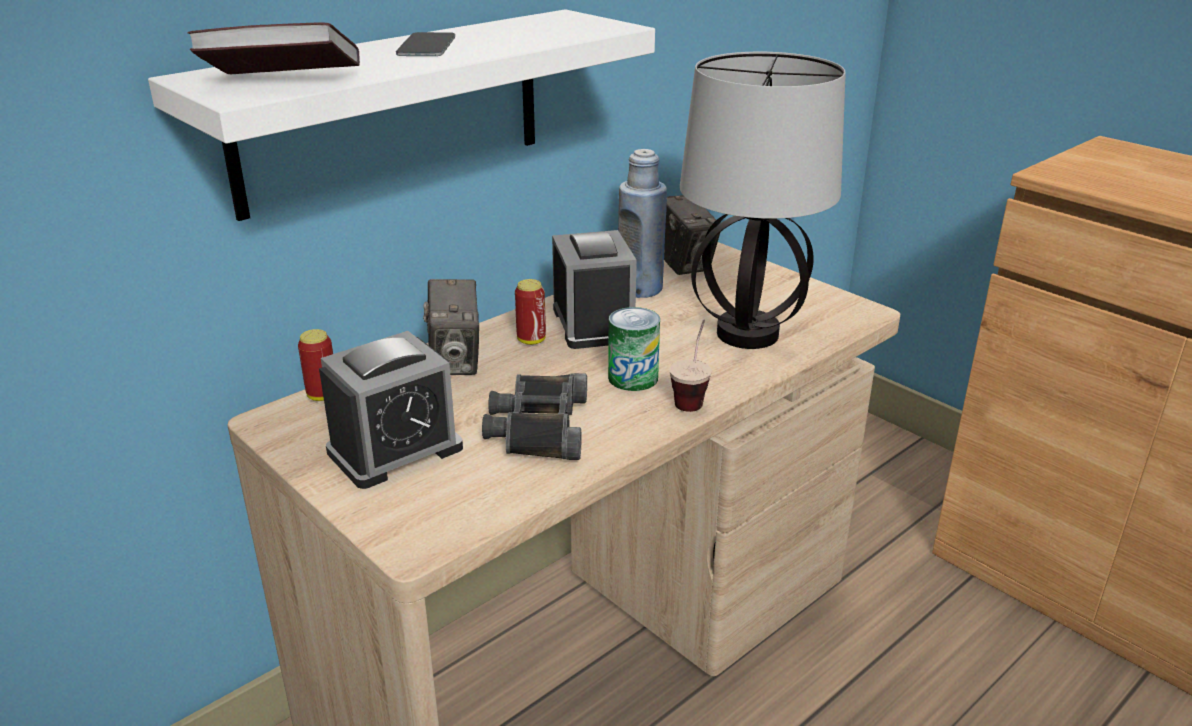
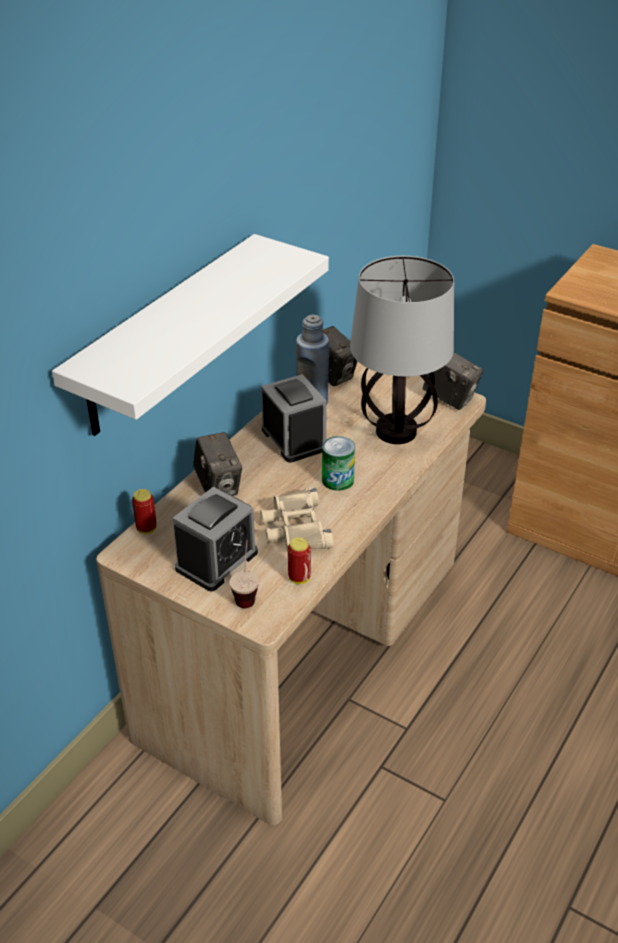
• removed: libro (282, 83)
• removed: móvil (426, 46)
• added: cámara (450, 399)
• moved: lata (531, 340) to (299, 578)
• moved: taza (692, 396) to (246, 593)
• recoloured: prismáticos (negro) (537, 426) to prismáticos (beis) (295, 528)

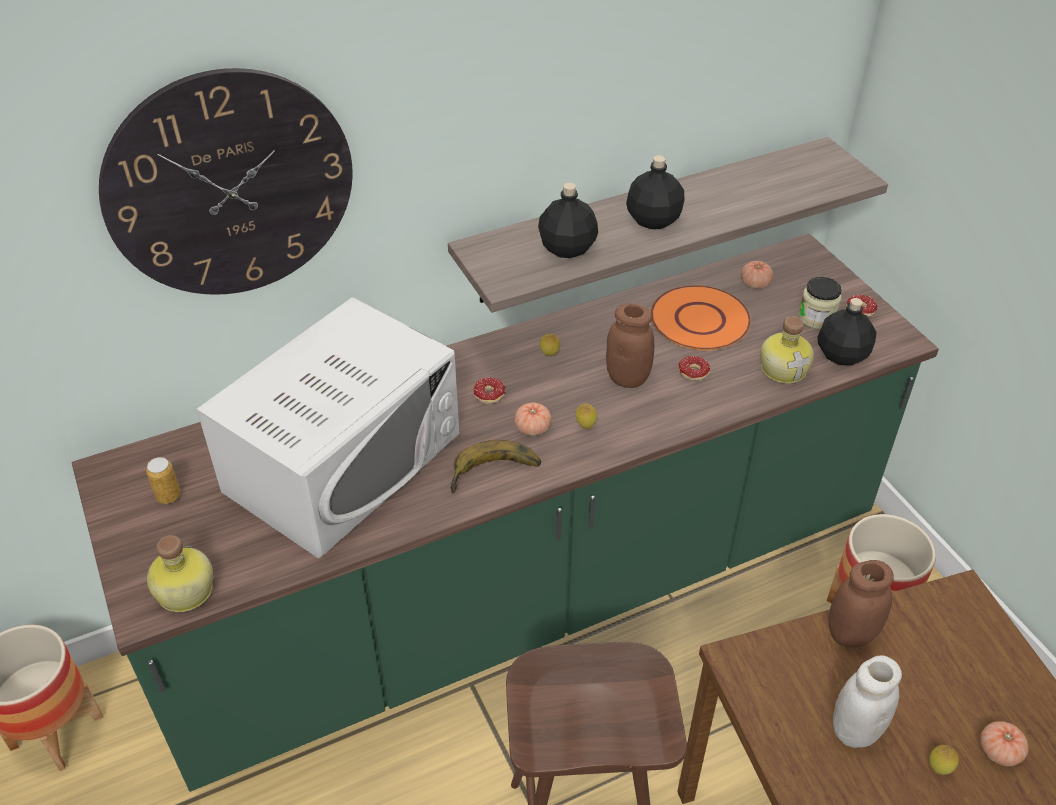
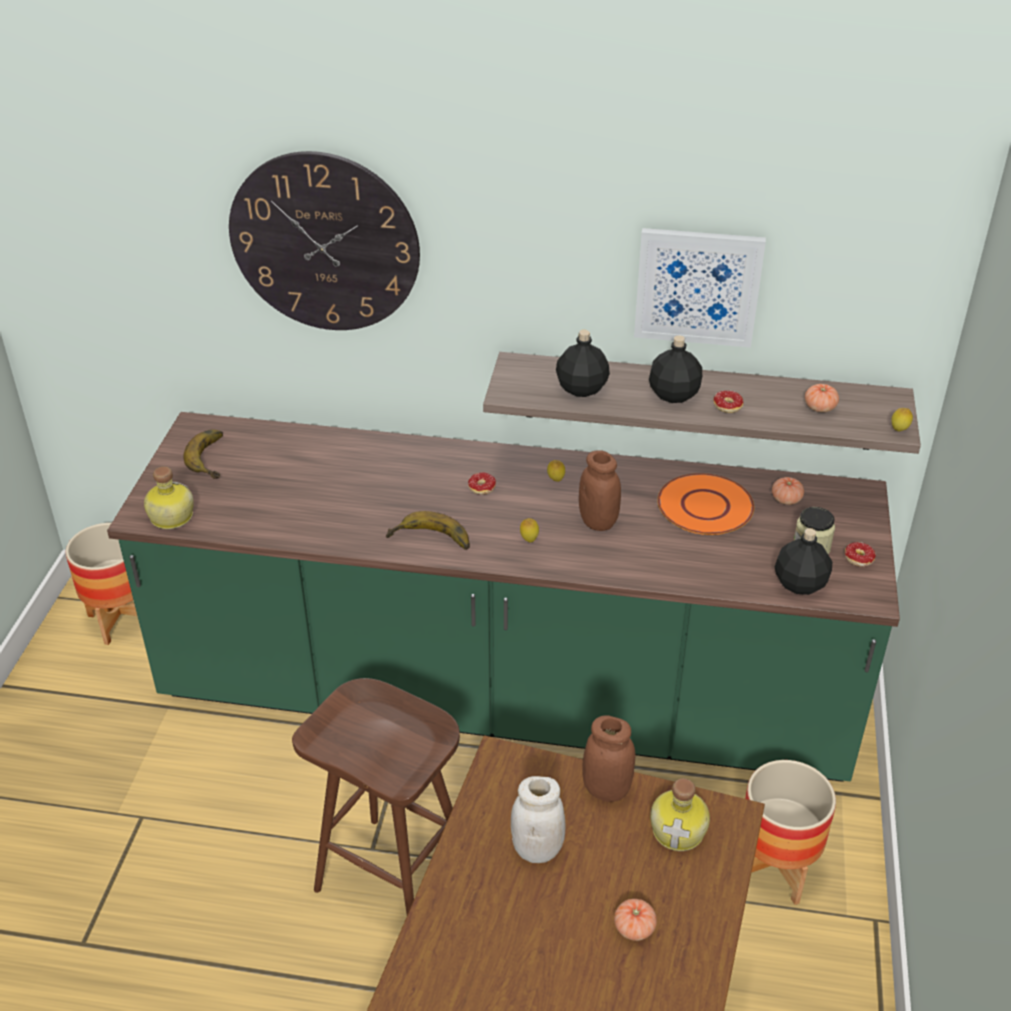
• removed: microondas (blanco) (344, 461)
• added: cuadro (697, 286)
• moved: tomate (532, 428) to (820, 407)
• moved: rosquilla (691, 376) to (723, 408)
• moved: botella (784, 368) to (679, 830)
• moved: limón (938, 769) to (899, 430)
• replaced: lata (168, 496) to plátano (214, 457)

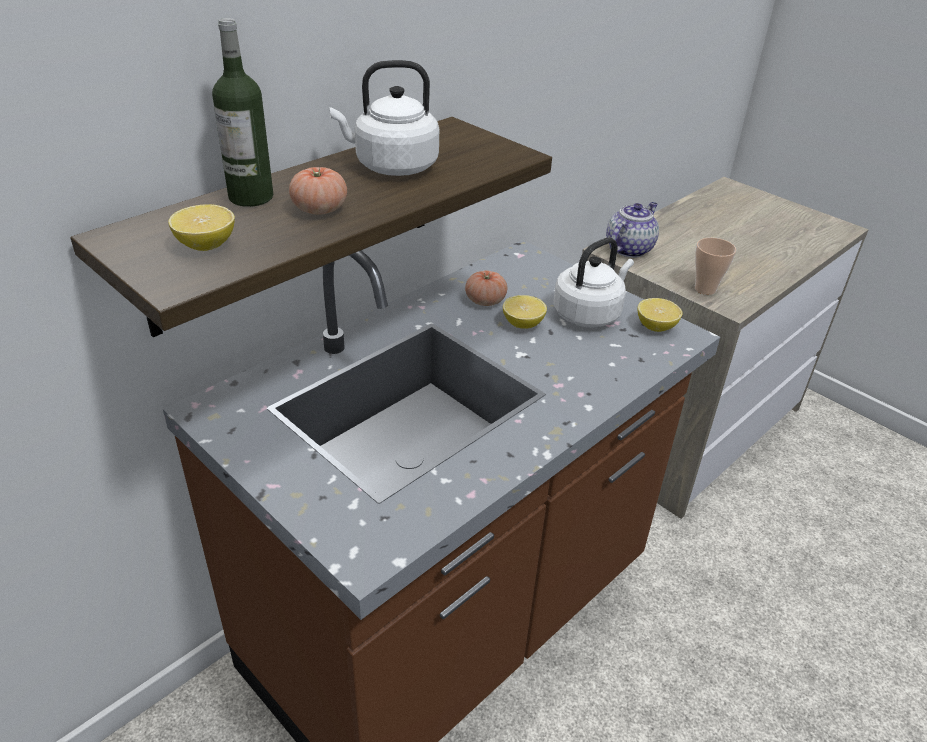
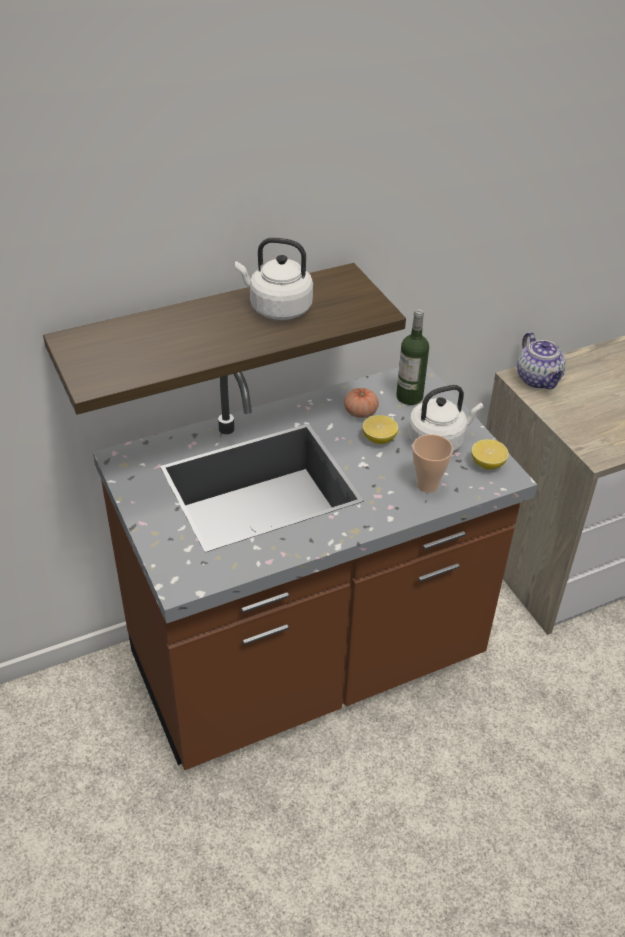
• removed: limón (206, 245)
• removed: tomate (319, 209)
• moved: botella (251, 197) to (409, 397)
• moved: taza (705, 289) to (427, 485)
• turned: tetera (629, 248) = (538, 380) 105 degrees clockwise

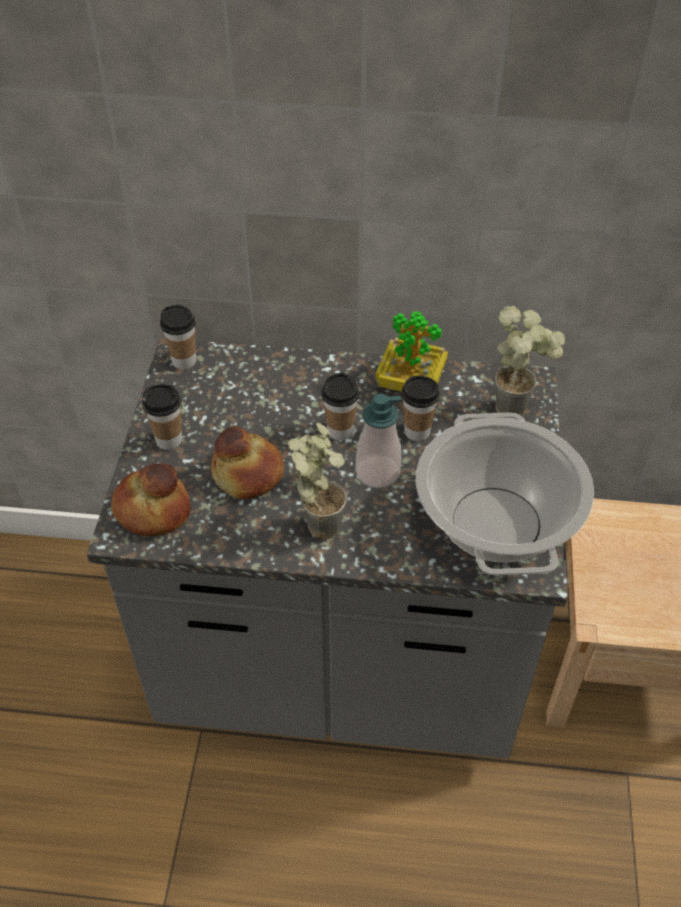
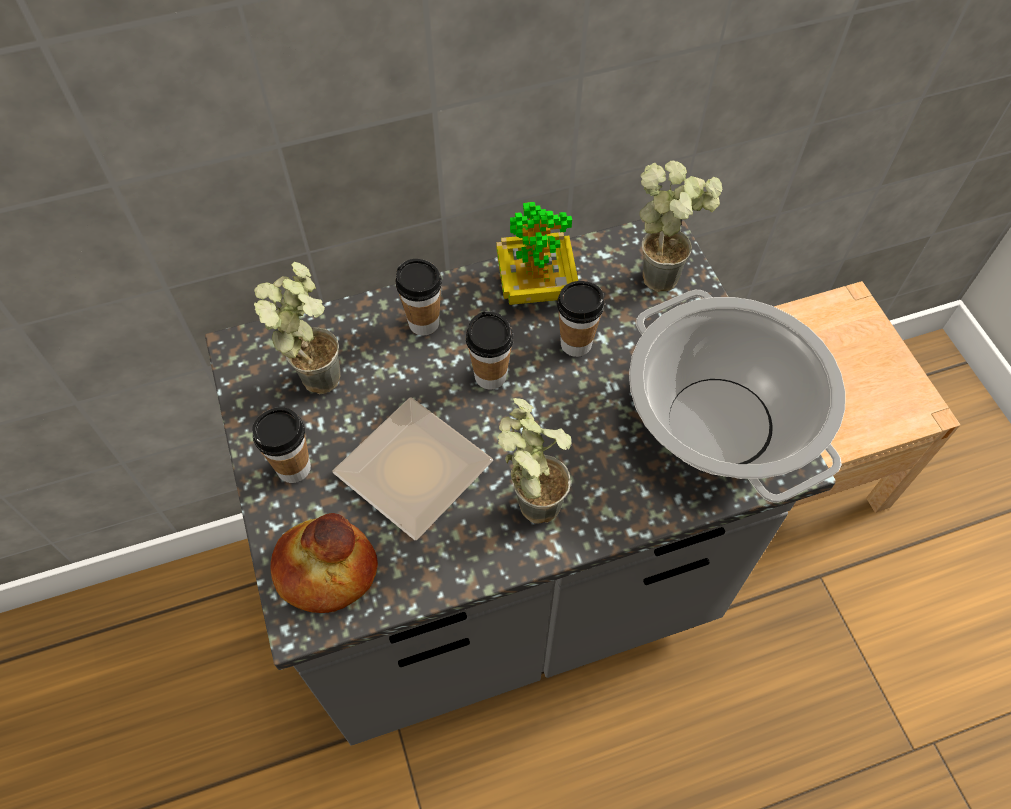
• removed: dispensador de jabón (377, 472)
• added: planta en maceta (315, 370)
• moved: taza (184, 361) to (424, 323)
• replaced: pan (247, 474) to plato (414, 475)

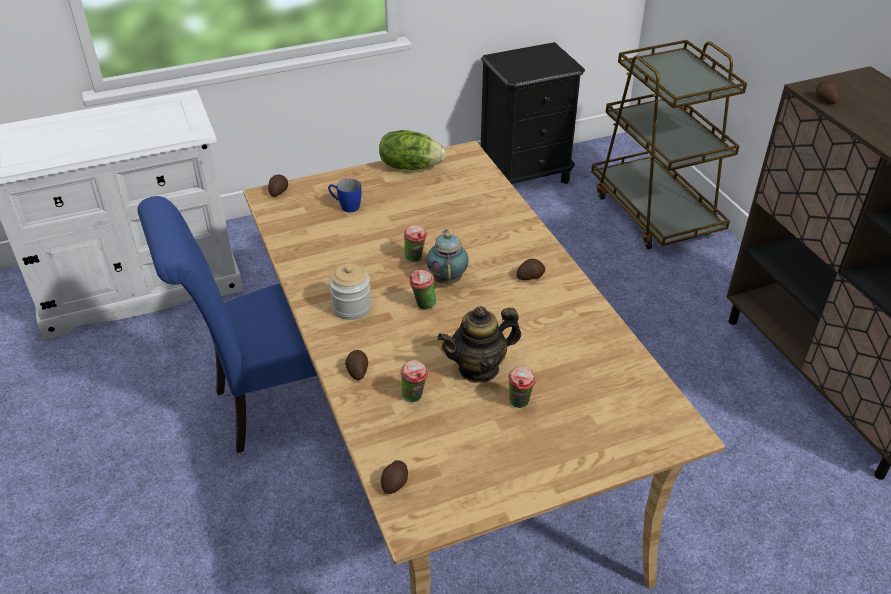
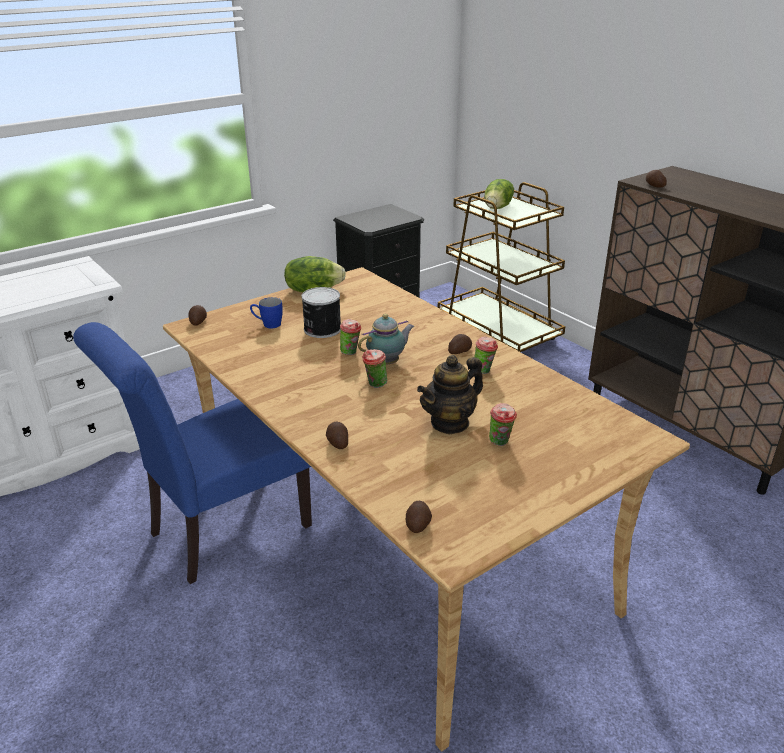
• removed: tarro (351, 307)
• added: lata (321, 329)
• added: lechuga (498, 208)
• moved: taza (415, 397) to (484, 371)
• turned: tetera (447, 278) = (387, 363) 75 degrees clockwise

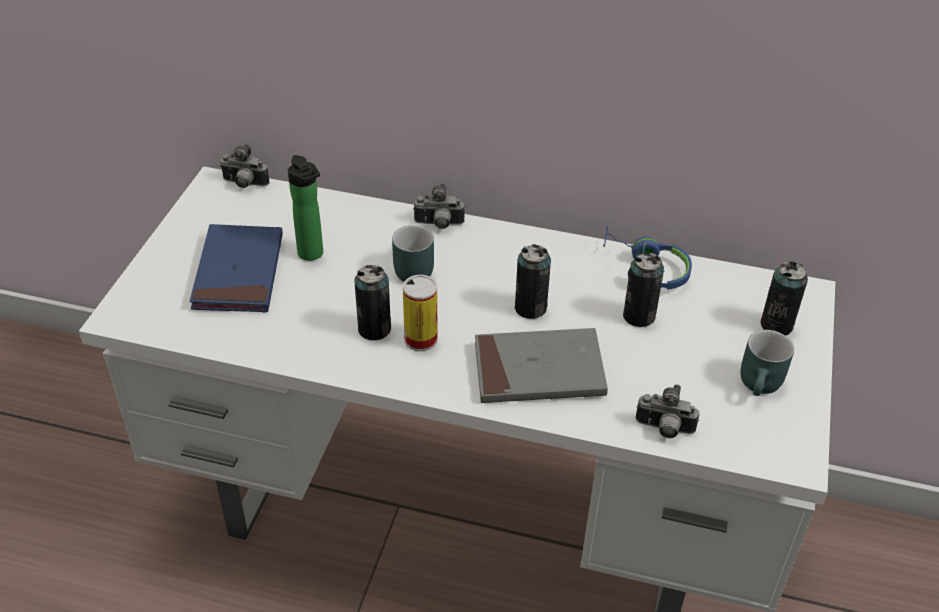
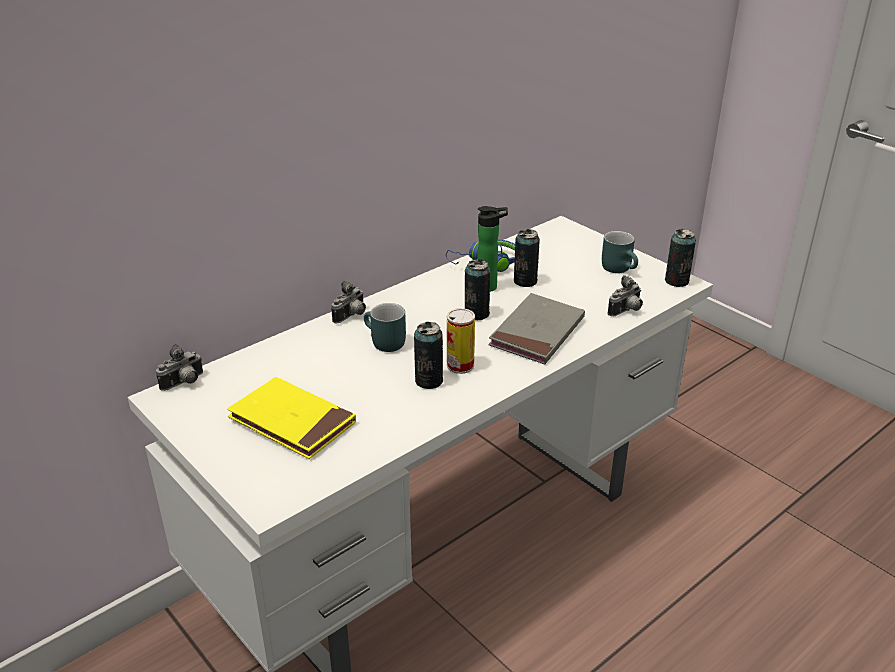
• moved: botella (312, 255) to (490, 287)
• moved: lata (776, 325) to (676, 281)
• recoloured: libro (azul) (239, 273) to libro (amarillo) (292, 422)

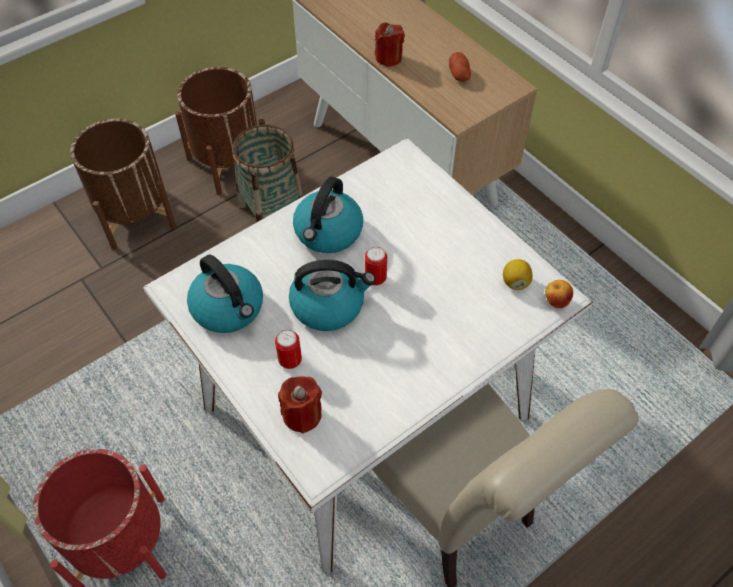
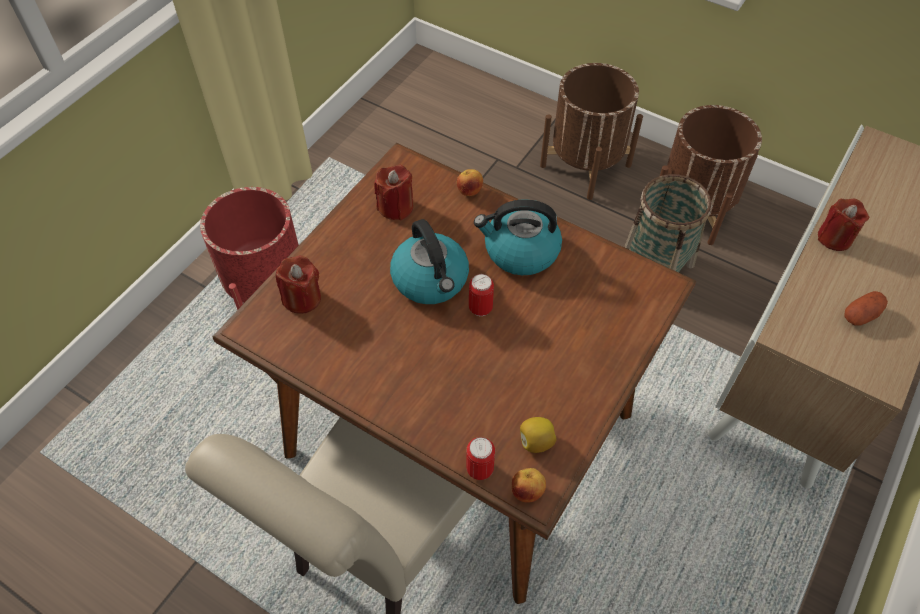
• added: manzana (469, 191)
• moved: lata (290, 361) to (479, 469)
• replaced: hervidor (229, 308) to vela (rojo) (395, 207)
• recoloured: mesa de comedor (blanco) (365, 412) to mesa de comedor (marrón) (458, 433)

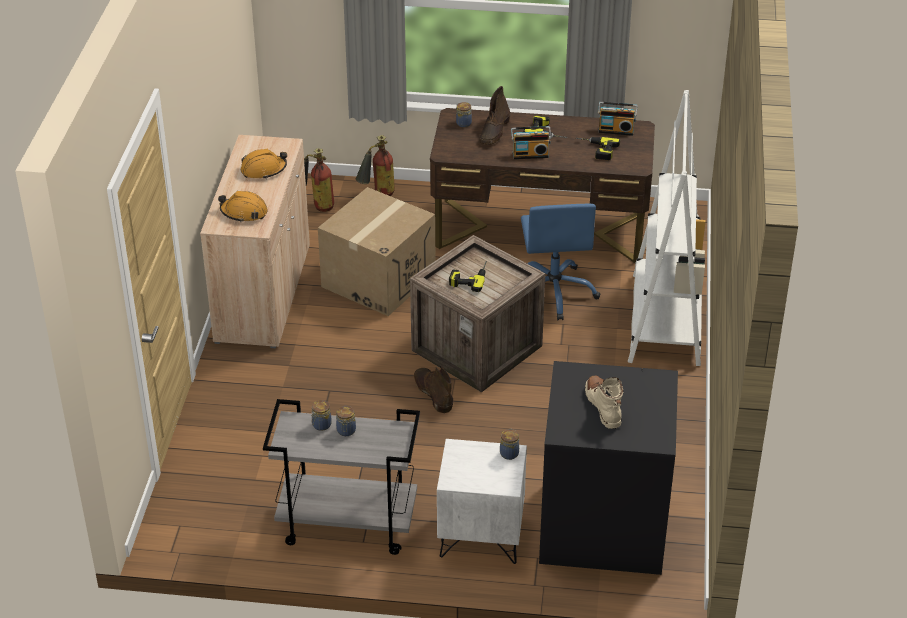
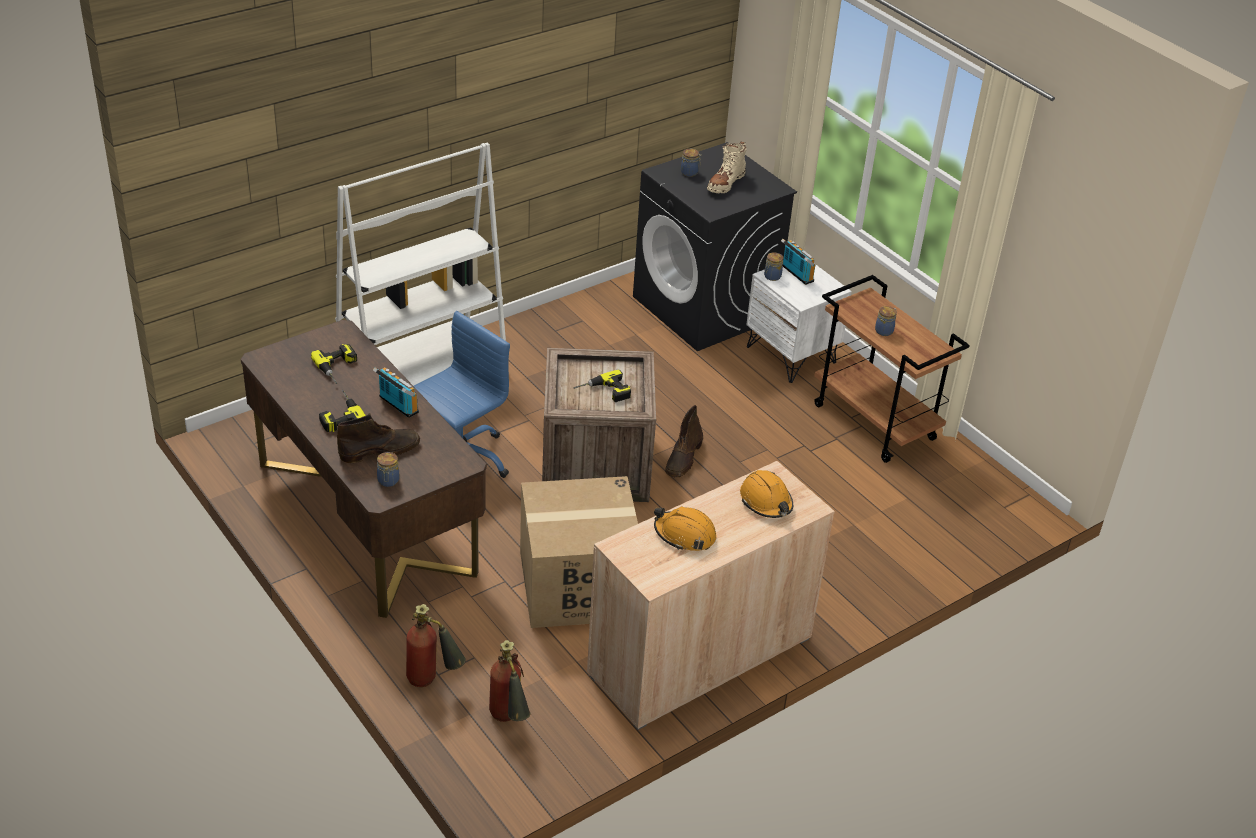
• moved: tarro (321, 425) to (690, 173)
• moved: radio (616, 130) to (795, 274)
• recoloured: carrito (gris) (346, 525) to carrito (marrón) (875, 422)

